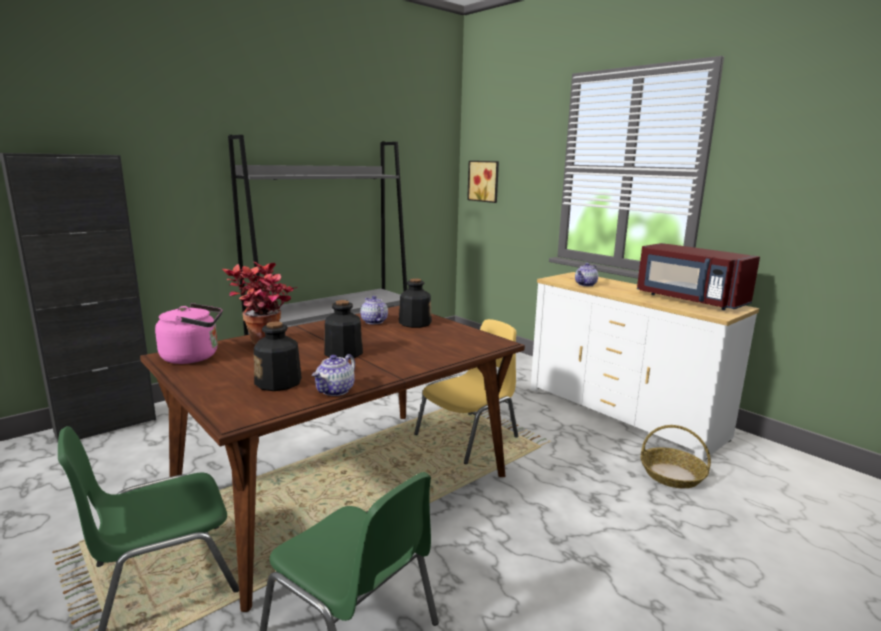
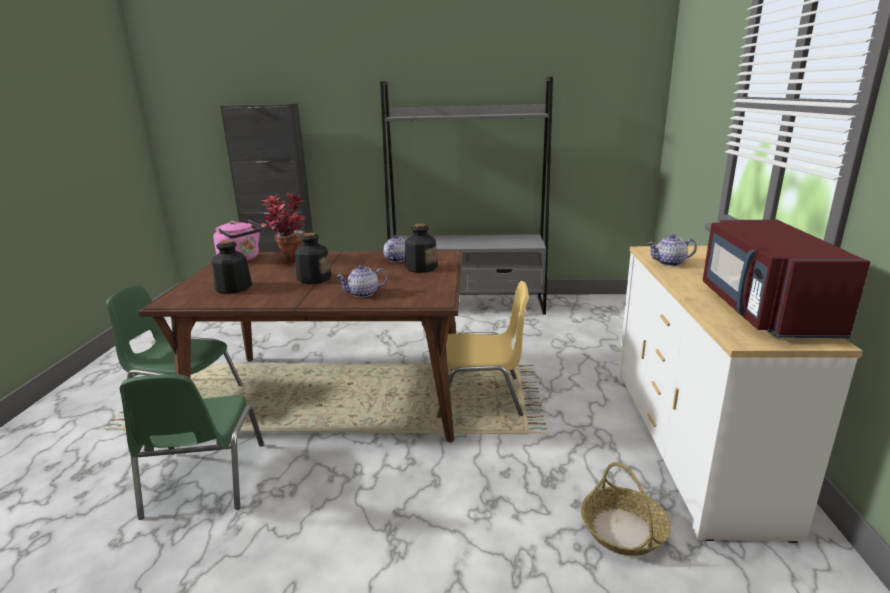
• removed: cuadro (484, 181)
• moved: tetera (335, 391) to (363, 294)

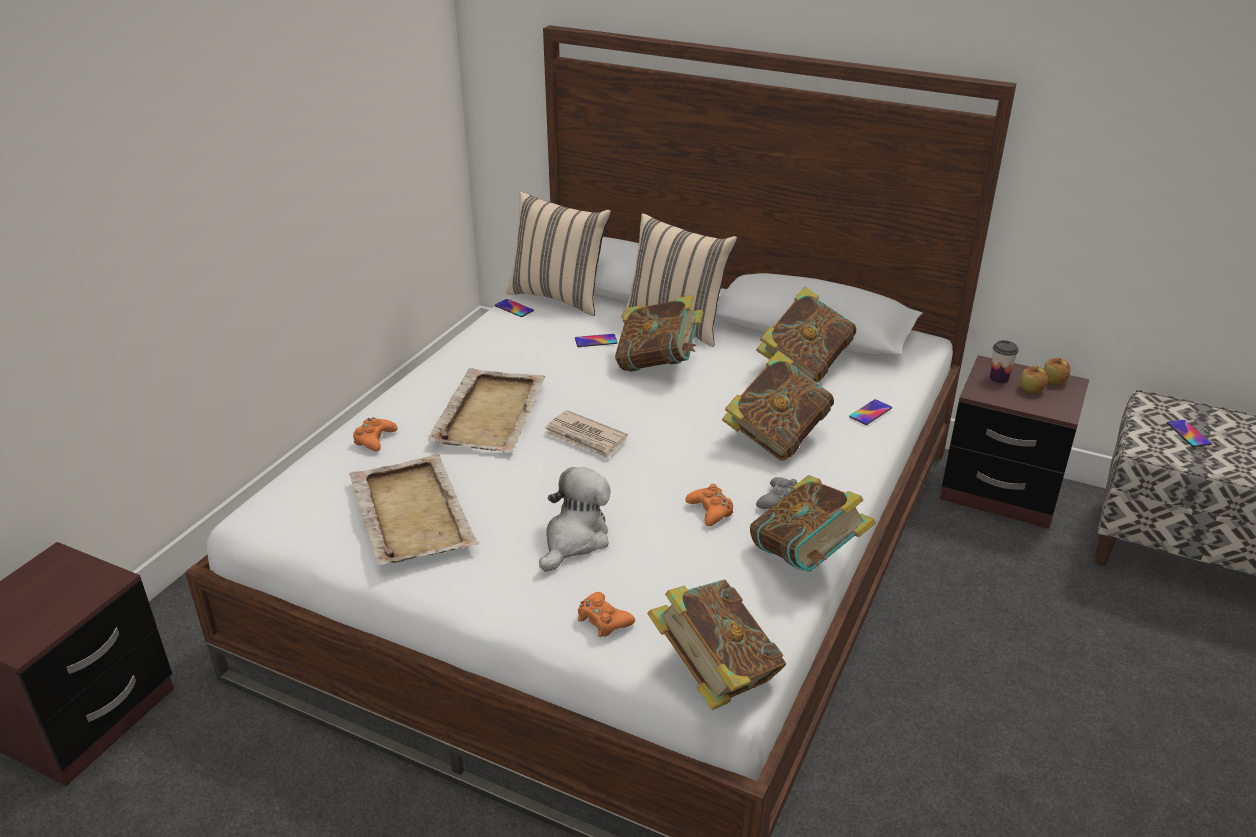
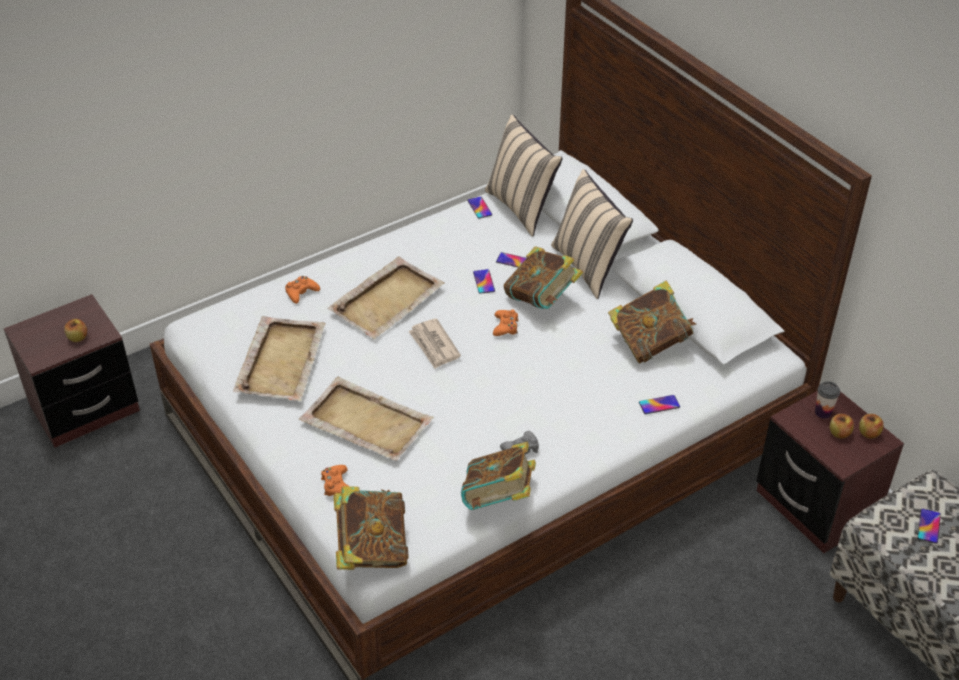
• removed: libro (776, 437)
• added: manzana (77, 337)
• added: móvil (483, 281)
• moved: mando de consola (naranja) (710, 511) to (505, 326)
• replaced: peluche (575, 539) to bandeja (beis) (365, 421)

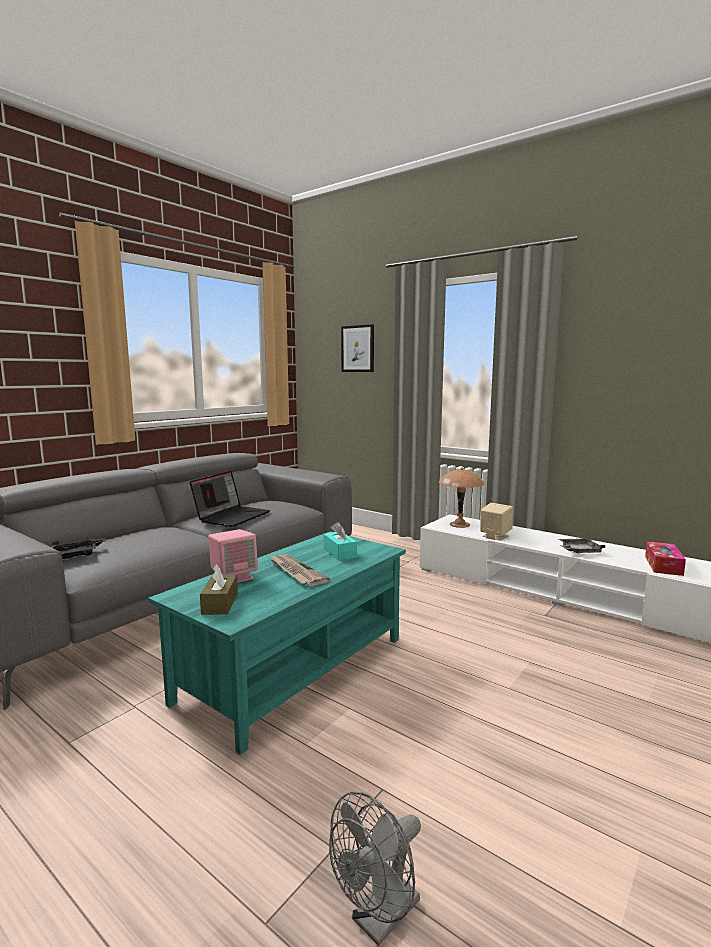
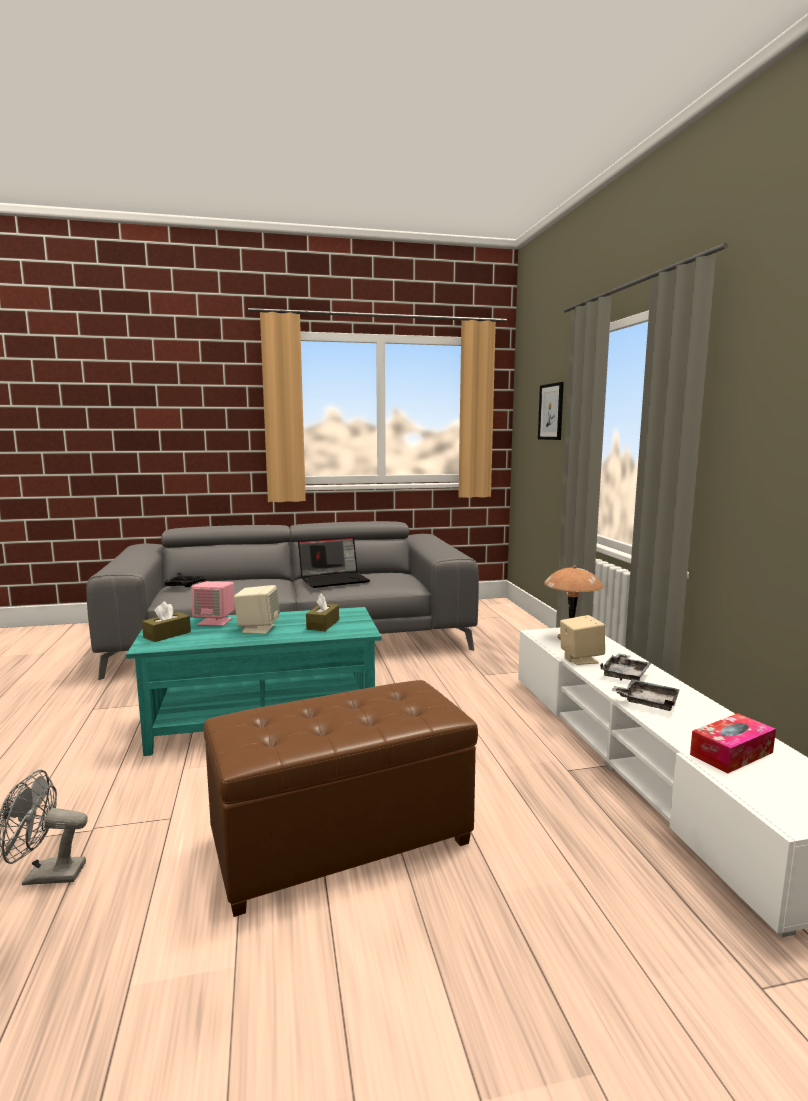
• added: puf (marrón) (342, 840)
• added: bandeja (gris) (625, 674)
• replaced: periódico (296, 572) to altavoz (beis) (258, 629)
• recoloured: caja de pañuelos (turquesa) (340, 553) to caja de pañuelos (marrón) (323, 624)

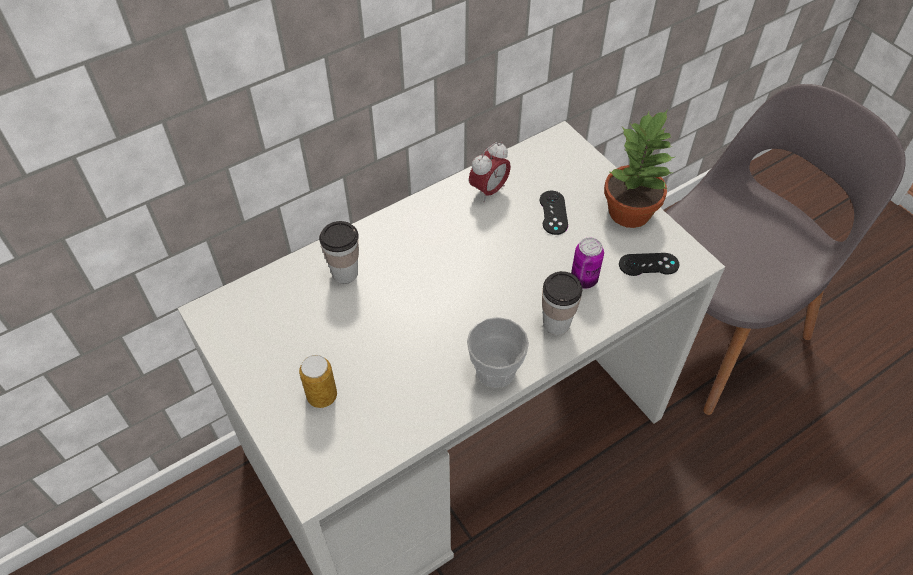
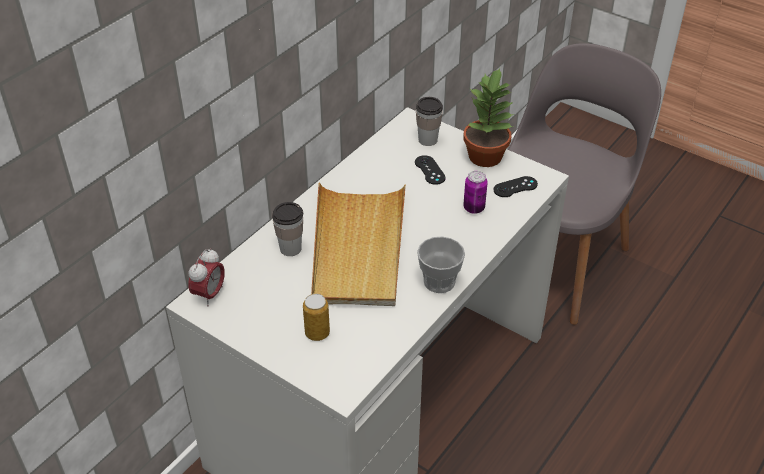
• added: bandeja (beis) (358, 248)
• moved: despertador (489, 190) to (209, 294)
• moved: taza (556, 323) to (428, 140)

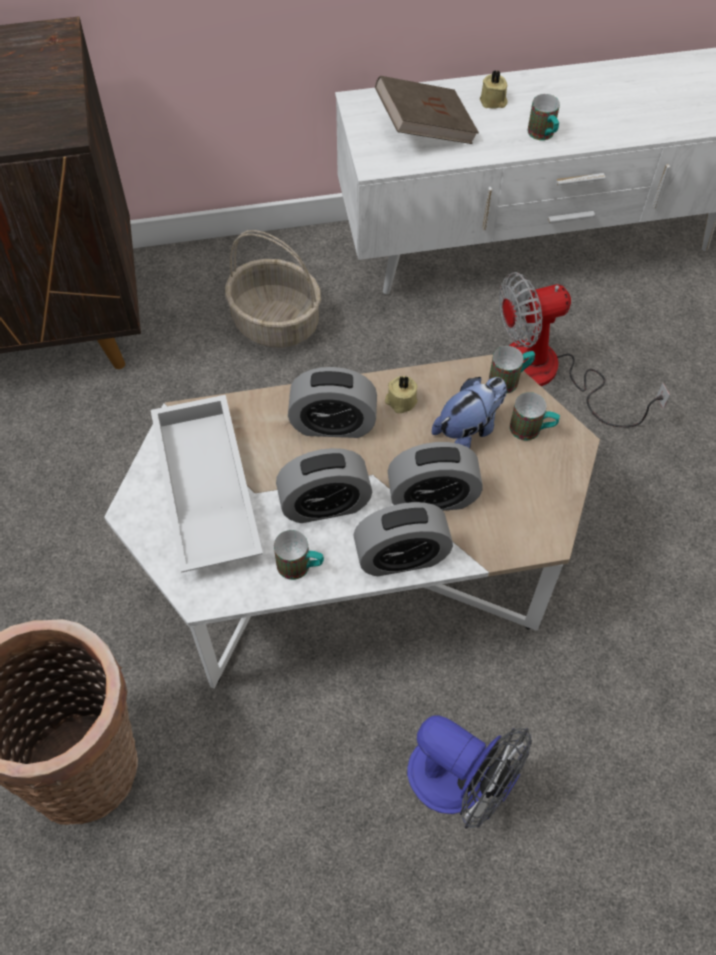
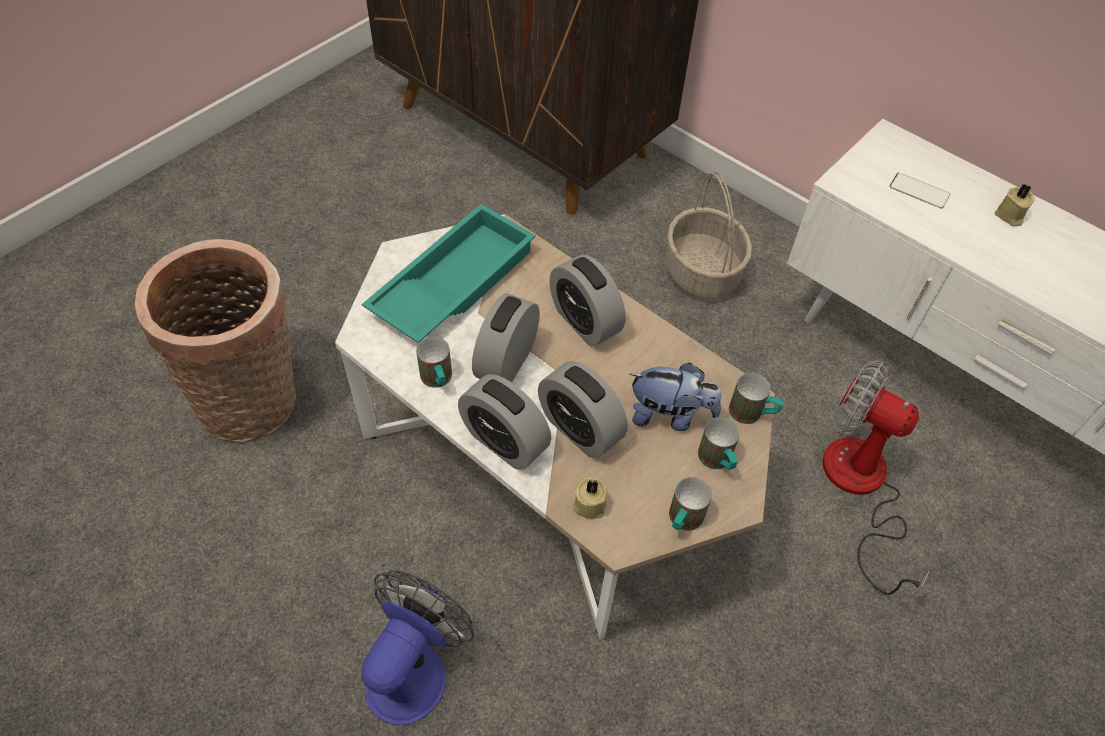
• moved: vela (beis) (400, 401) to (589, 503)
• moved: taza grande (543, 135) to (682, 521)
• replaced: libro (marrón) (424, 129) to móvil (919, 191)
• recoloured: bandeja (blanco) (204, 490) to bandeja (turquesa) (452, 282)
• turned: despertador (324, 504) = (507, 361) 75 degrees clockwise
• turned: ventilador (460, 783) = (414, 667) 150 degrees counterclockwise

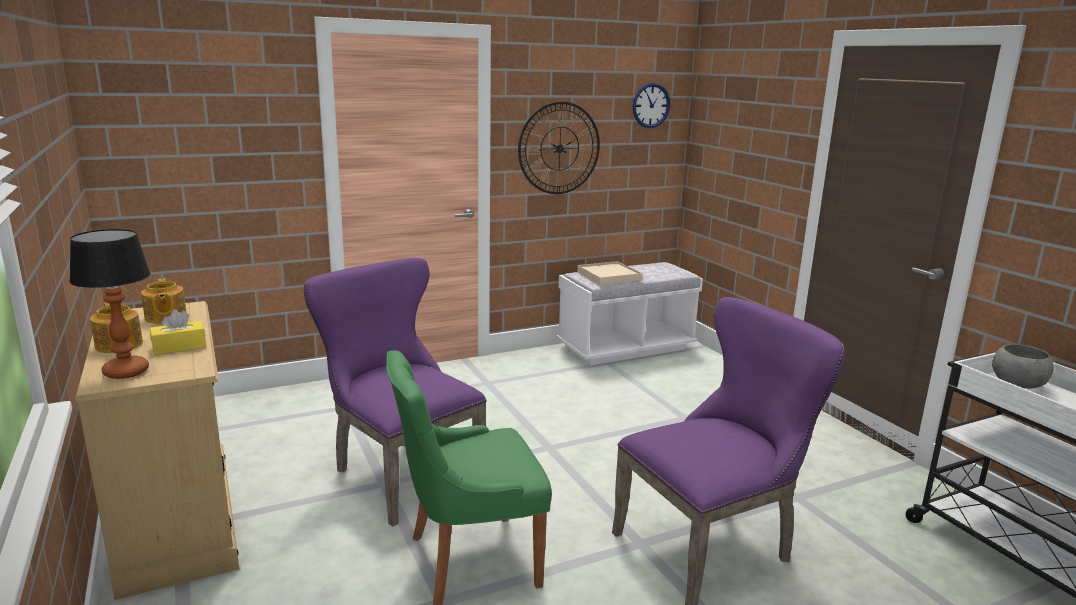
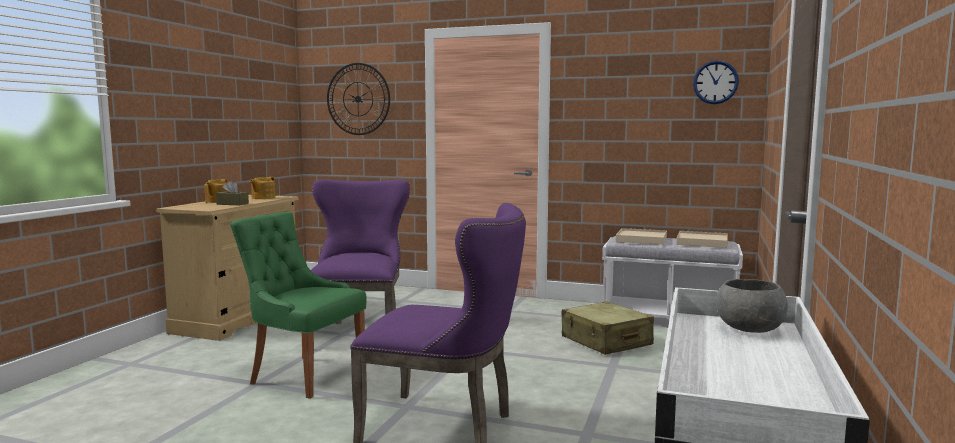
• removed: lámpara de mesa (127, 371)
• added: maleta (beis) (606, 341)
• added: bandeja (beis) (702, 242)
• moved: reloj de pared (559, 148) to (358, 99)
• recoloured: caja de pañuelos (amarillo) (179, 347) to caja de pañuelos (marrón) (232, 204)

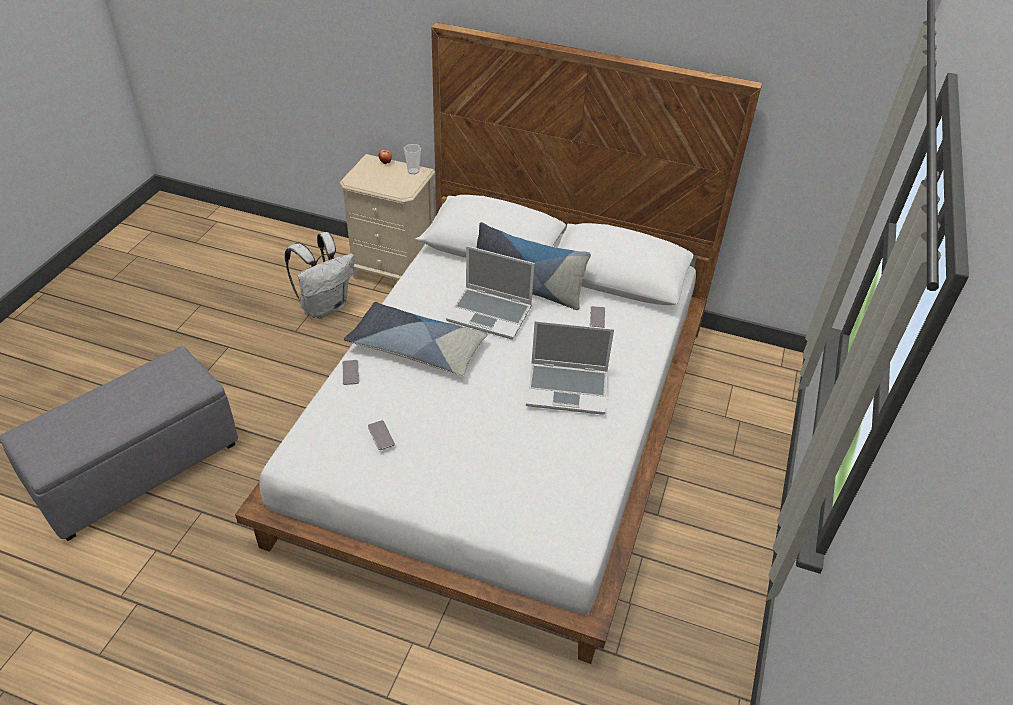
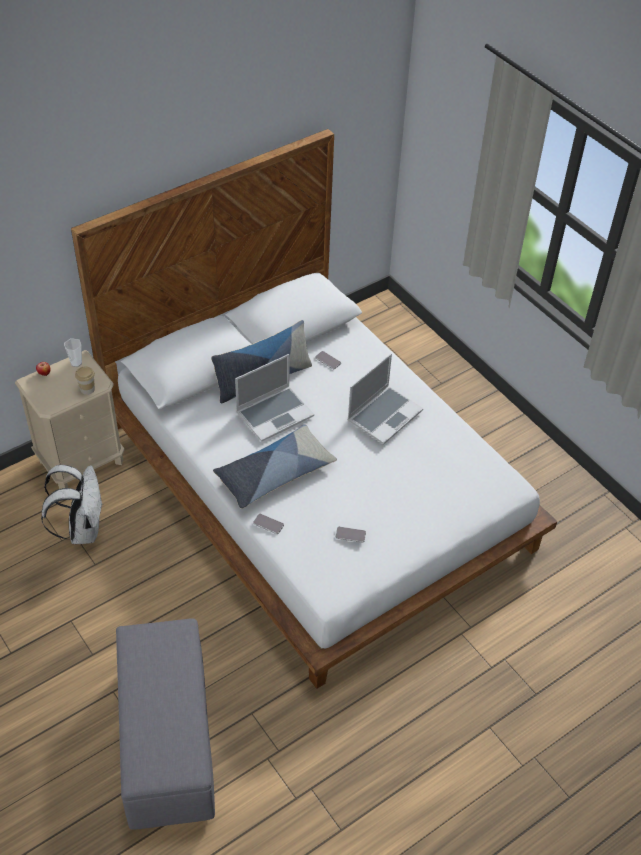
• added: taza (87, 389)

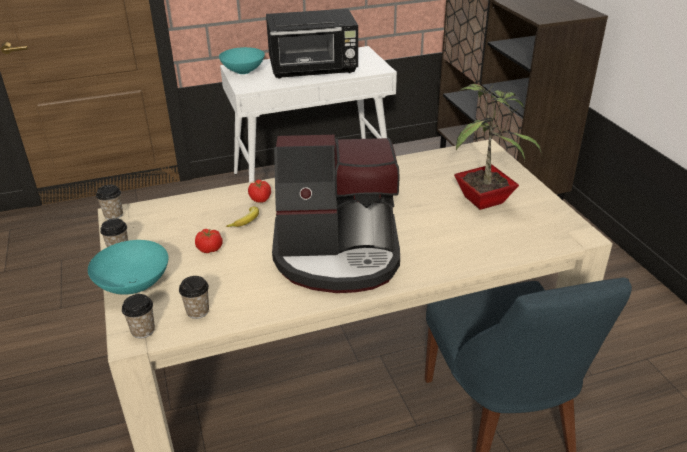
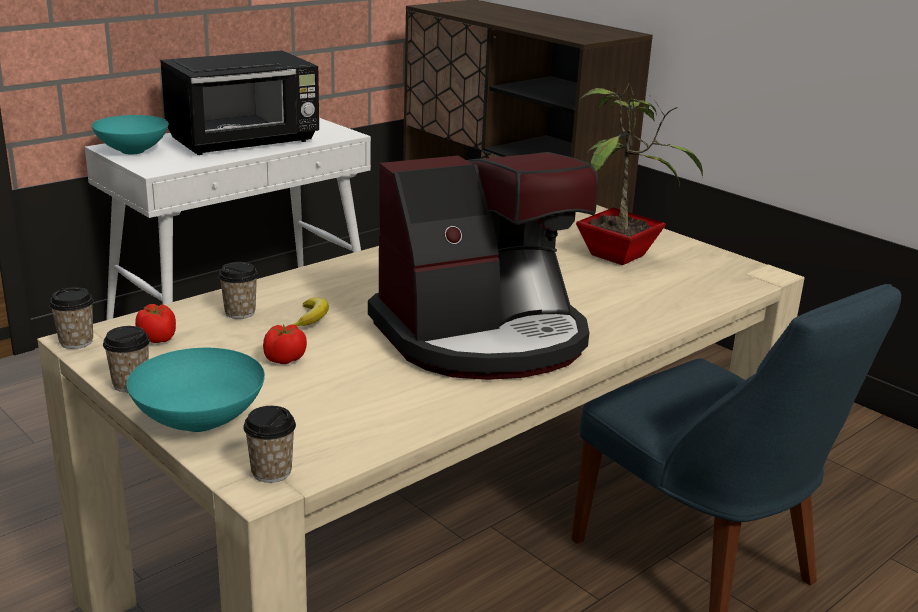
• moved: taza (197, 311) to (240, 312)
• moved: tomate (260, 199) to (157, 339)

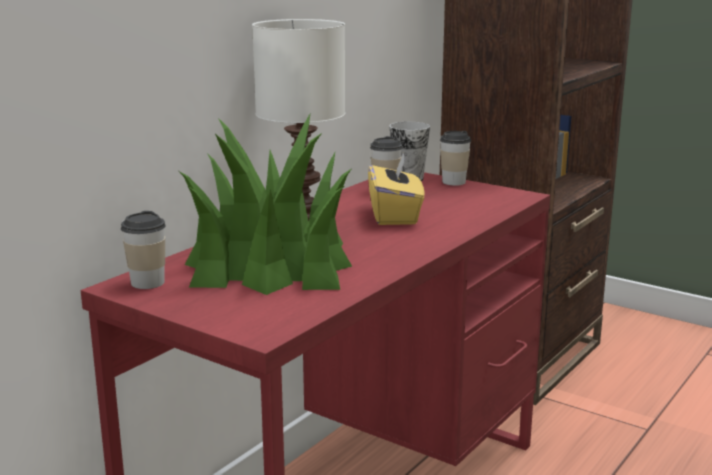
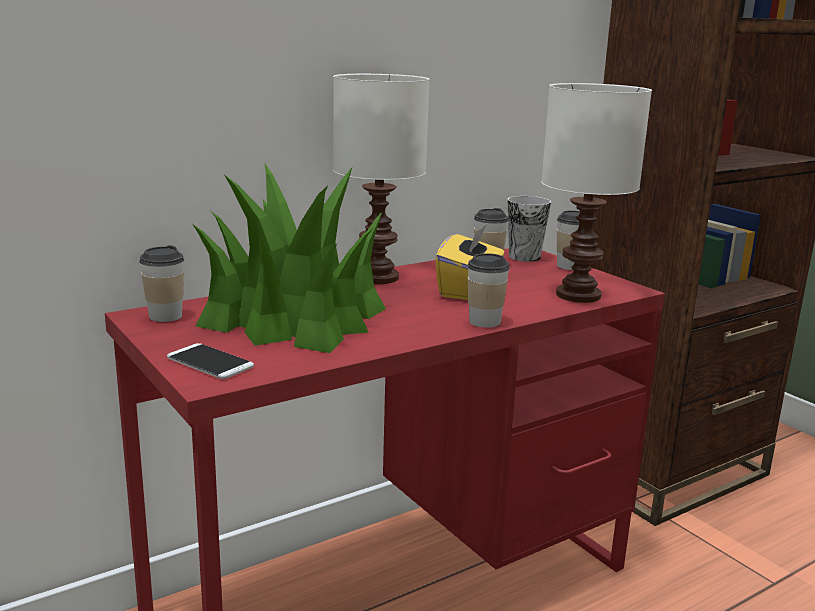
• added: móvil (210, 362)
• added: taza (484, 321)
• added: lámpara de mesa (blanco) (578, 296)

